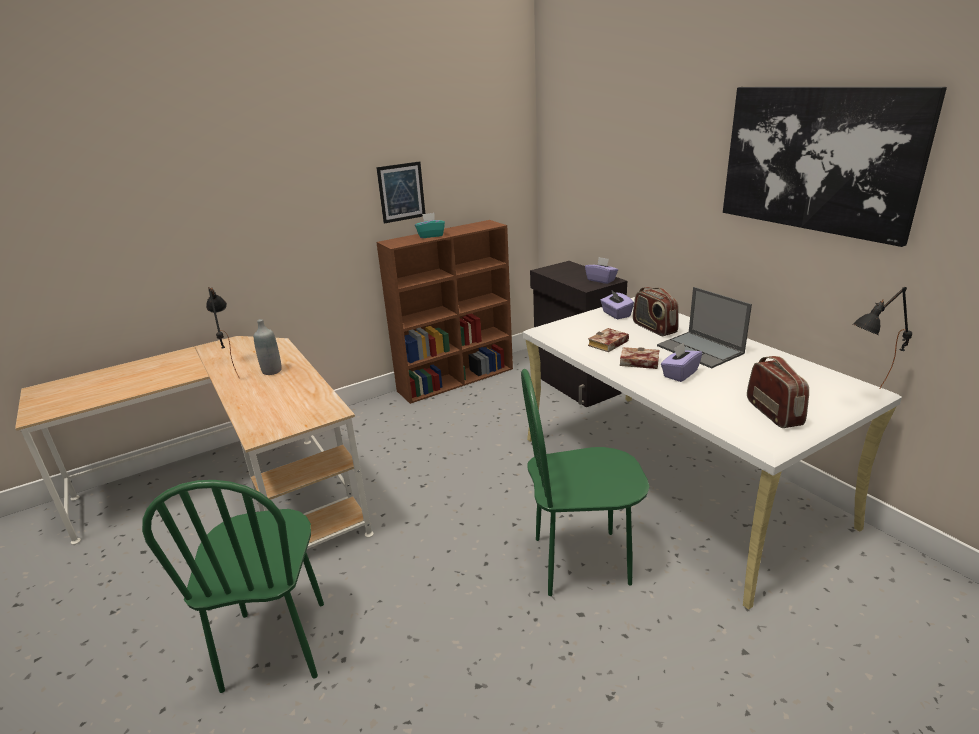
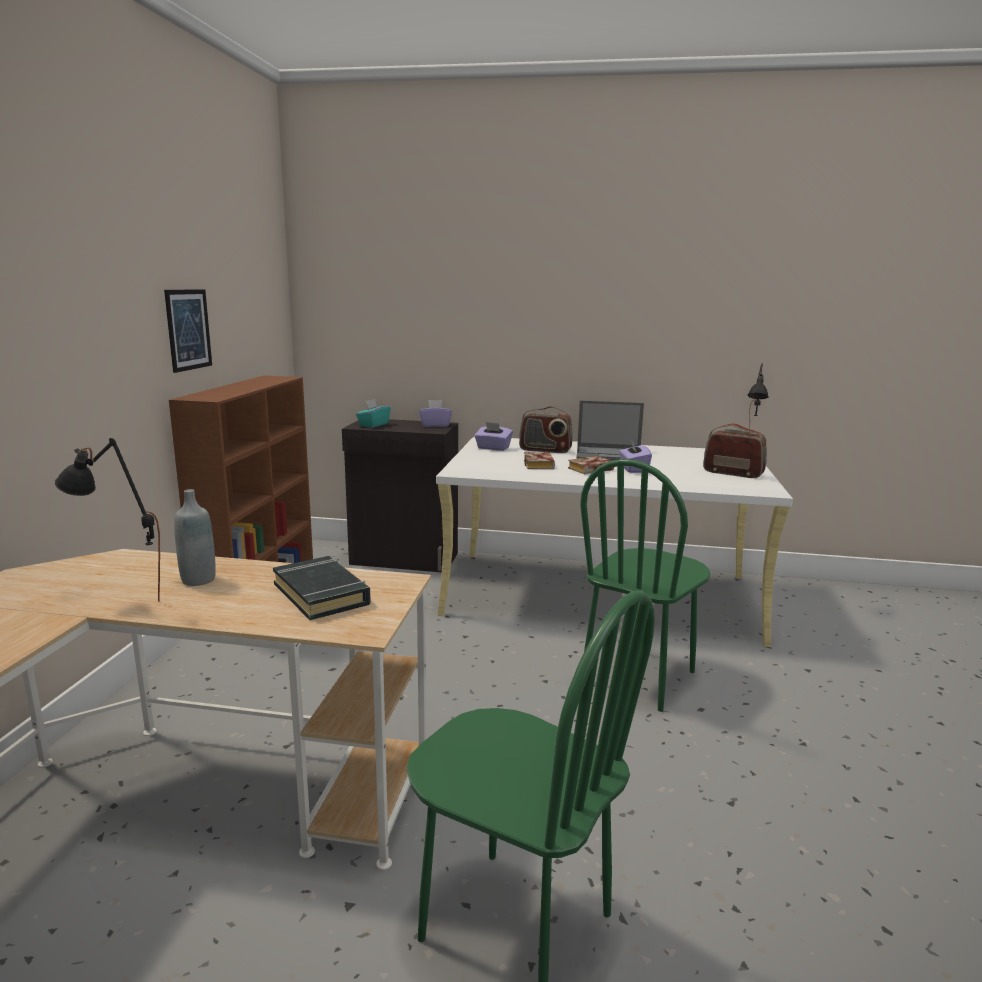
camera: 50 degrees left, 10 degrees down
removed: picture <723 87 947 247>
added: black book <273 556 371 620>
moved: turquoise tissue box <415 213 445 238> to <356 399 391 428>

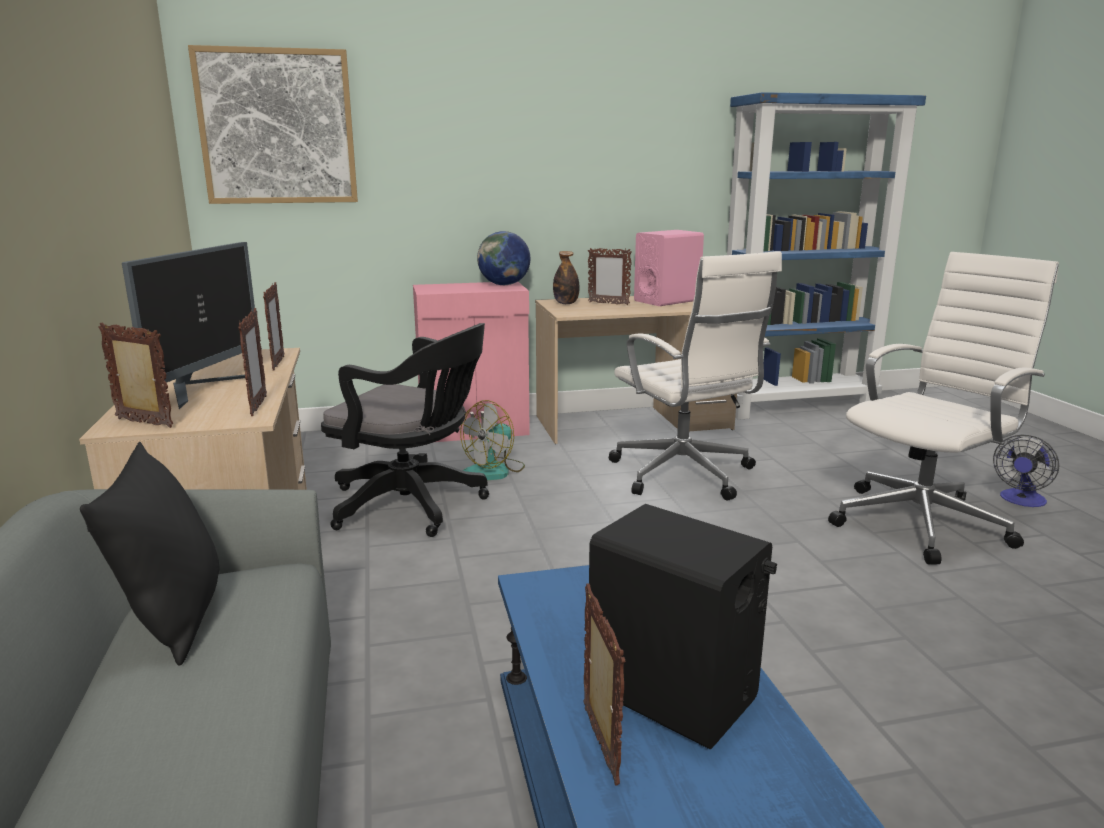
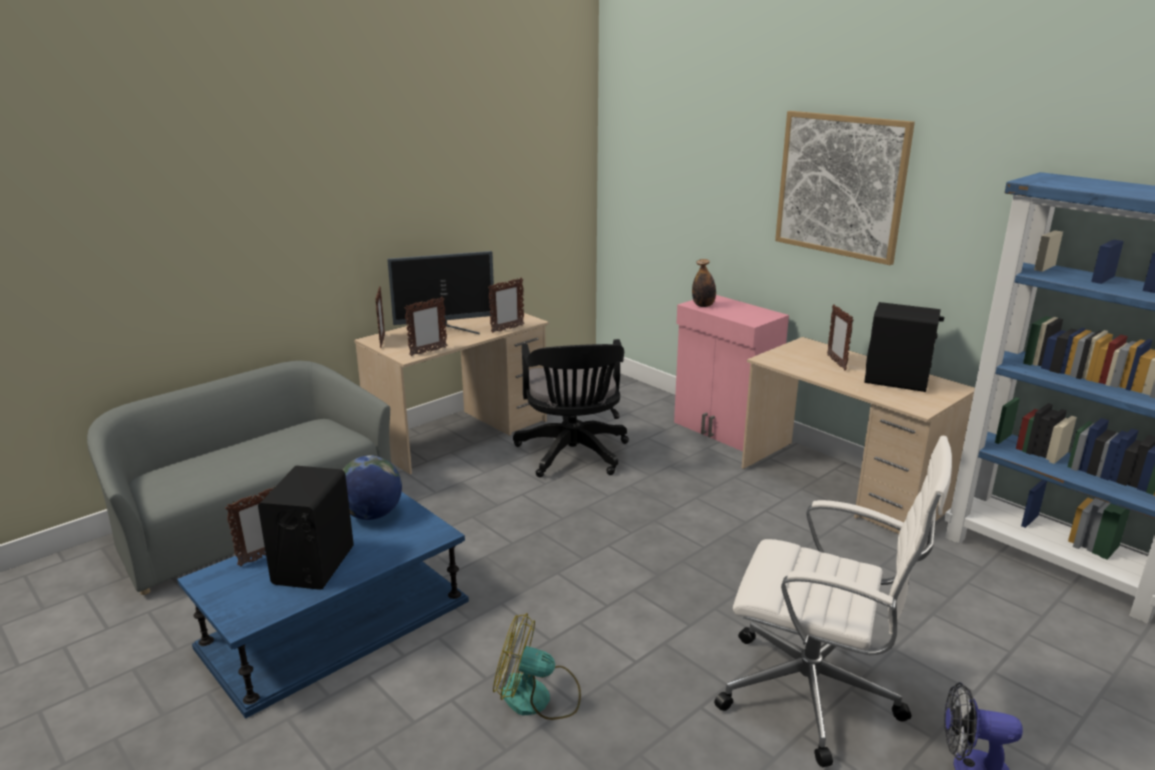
camera: 60 degrees right, 5 degrees up
removed: black pillow <80 442 219 666>; white office chair <609 251 782 501>
moved: globe <477 231 530 285> to <342 456 402 520>; fan <460 400 525 480> to <493 613 581 720>; bottle <553 251 580 304> to <692 259 716 307>; picture <188 45 358 204> to <775 111 915 265>
recoloured: pink speaker <634 230 704 306> to black speaker <864 302 944 392>

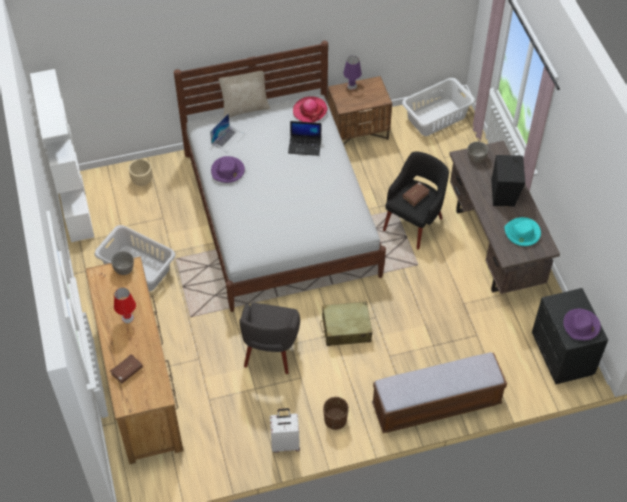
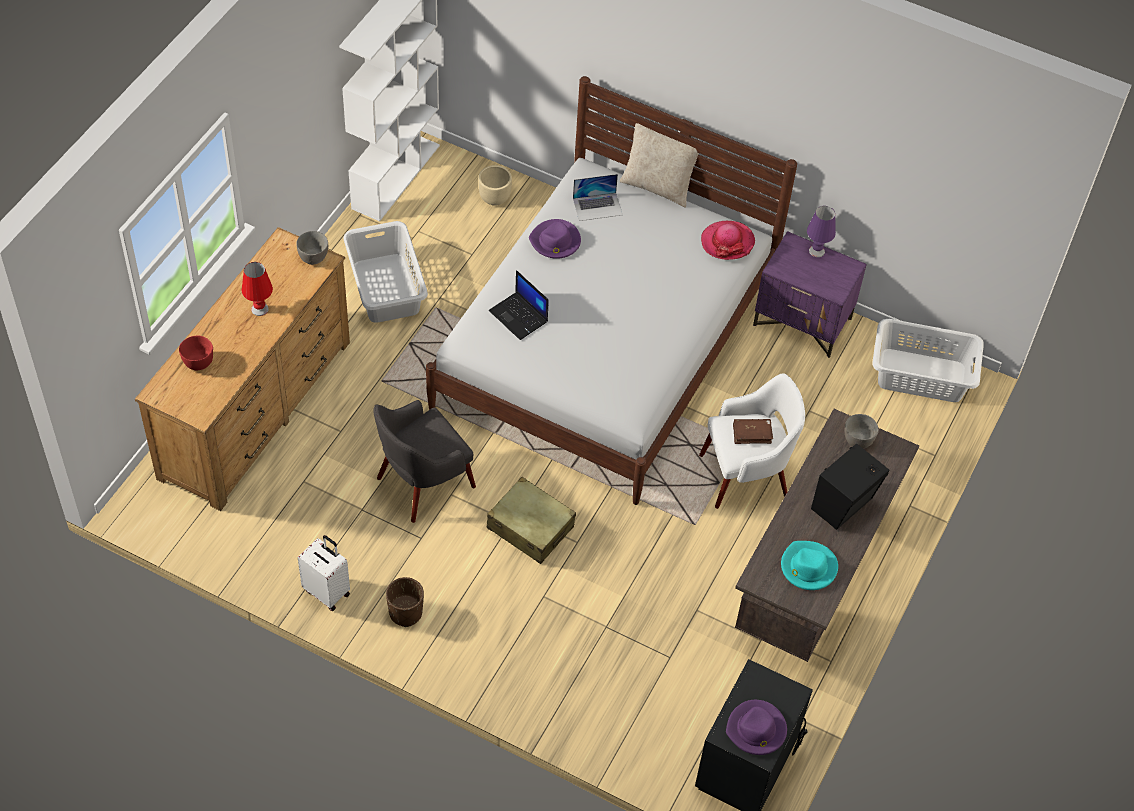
camera: 40 degrees right, 0 degrees up
removed: bench <372 352 507 433>
moved: laptop <288 121 321 156> to <489 270 549 340>
replaced: brown book <110 354 143 384> to red bowl <179 336 213 370>
recoloured: black armchair <383 151 449 250> to white armchair <699 373 805 509>; brown nightstand <328 76 392 145> to purple nightstand <753 231 867 358>

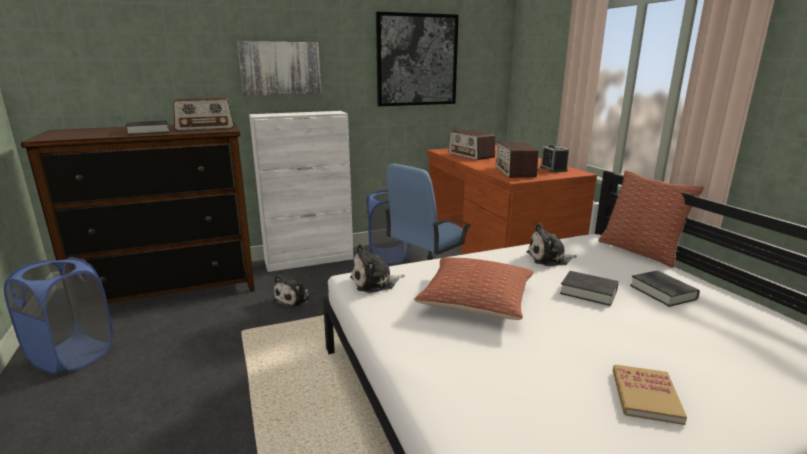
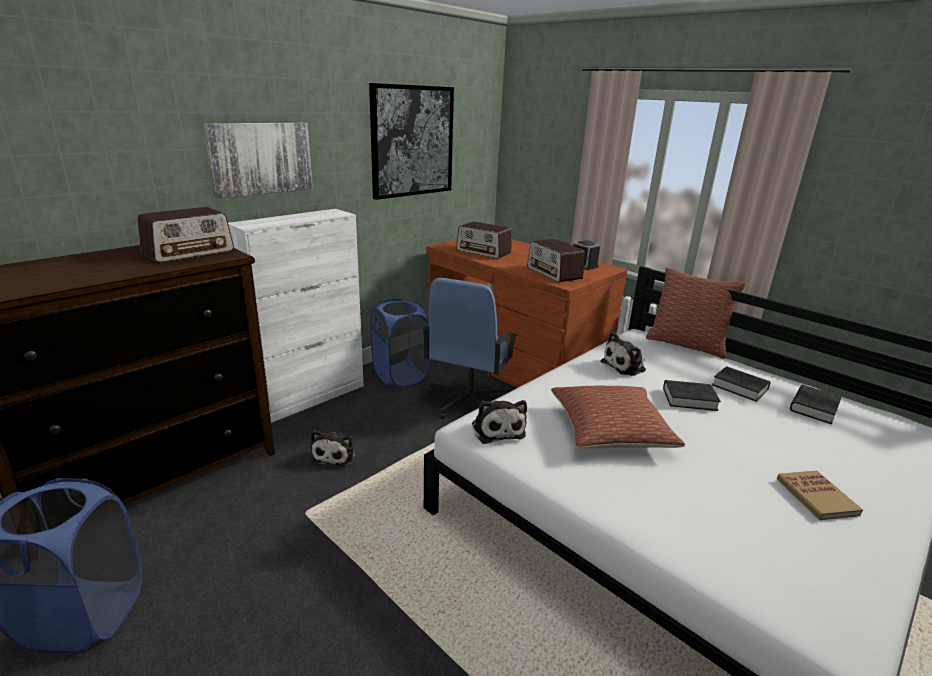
camera: 25 degrees left, 5 degrees up
moved: black book <126 120 169 135> to <790 385 842 424>
turned: plush toy <350 244 405 293> = <472 400 527 444> 60 degrees counterclockwise

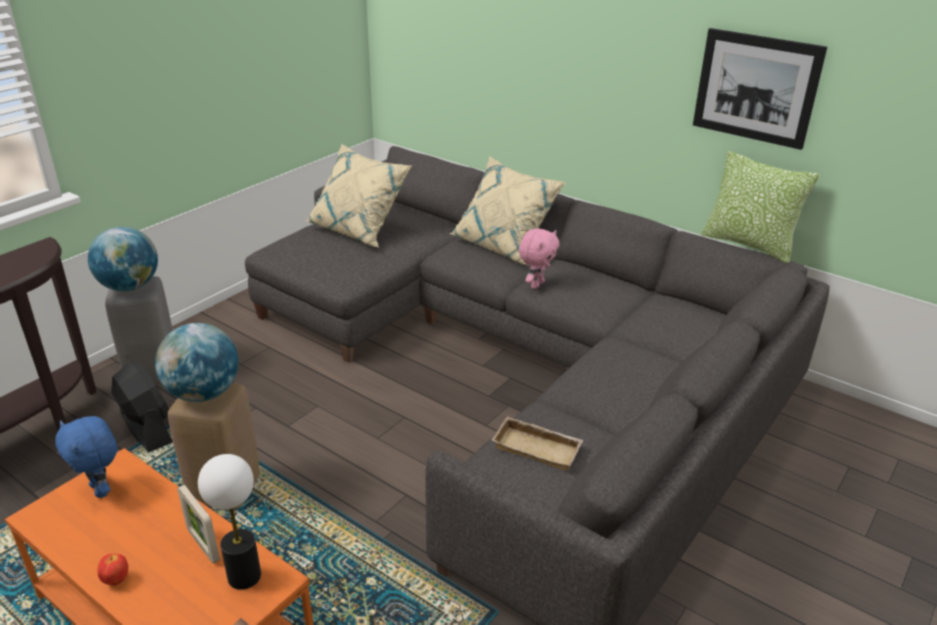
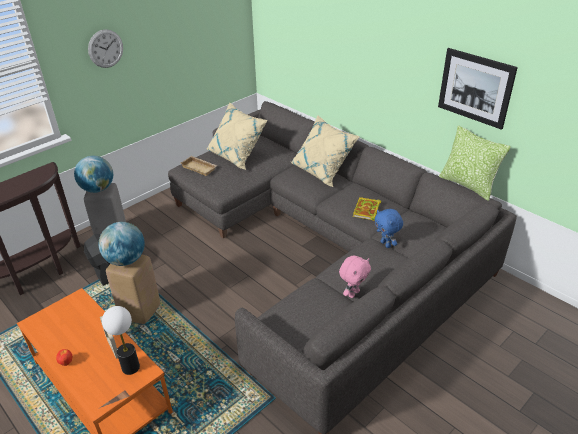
camera: 10 degrees right, 5 degrees up
added: wall clock <88 29 123 68>; book <353 197 381 221>
moved: beige tray <492 416 584 471> to <181 156 217 176>; pink plush toy <519 228 559 289> to <339 256 371 298>; blue plush toy <55 416 117 498> to <374 209 403 248>

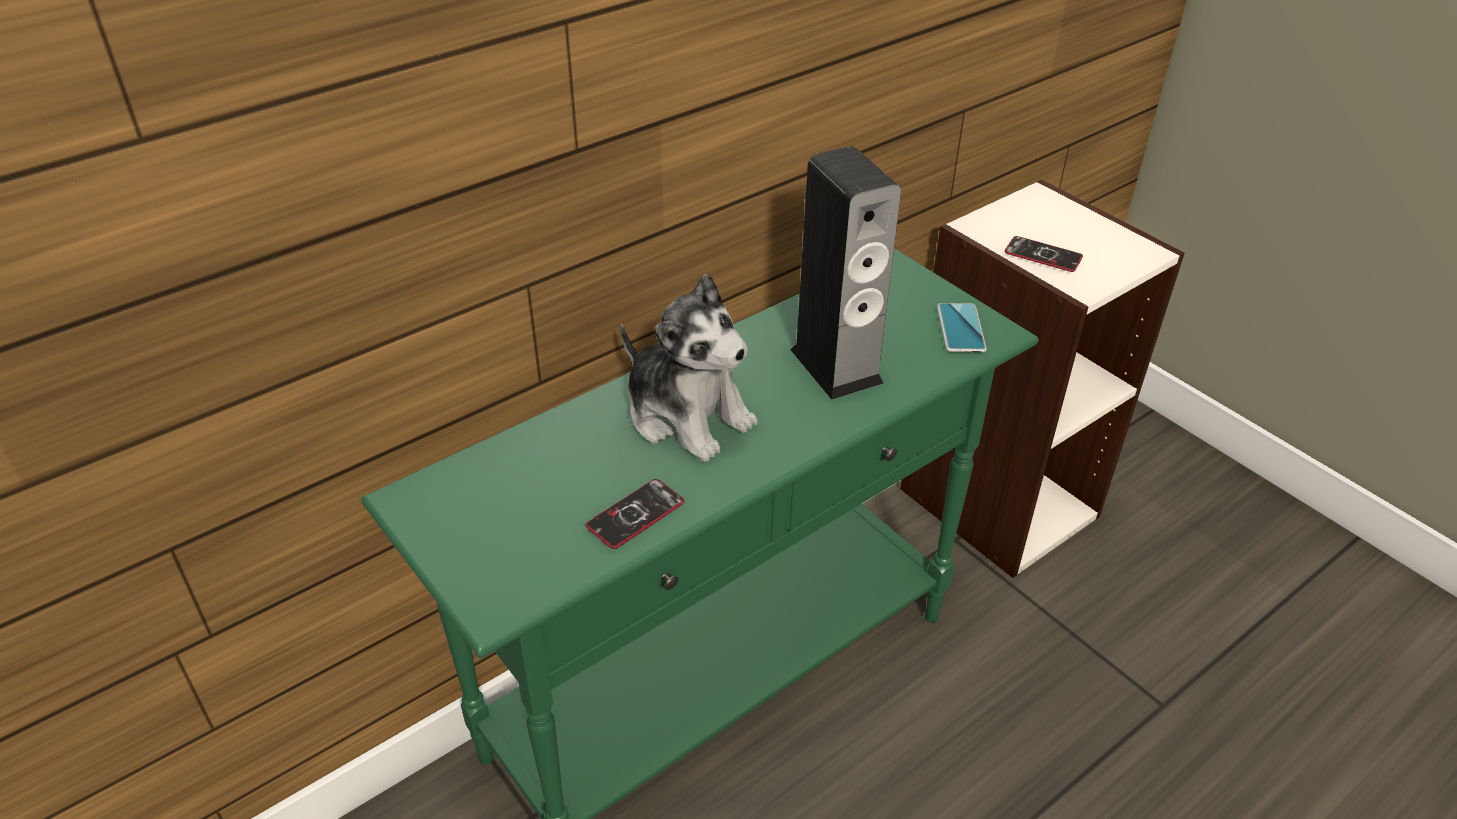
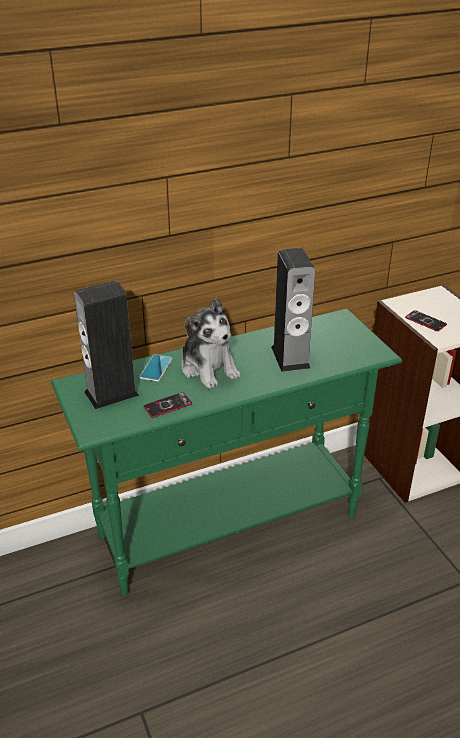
camera: 15 degrees right, 5 degrees down
added: speaker <74 281 139 409>
moved: phone <937 303 987 353> to <139 354 172 382>

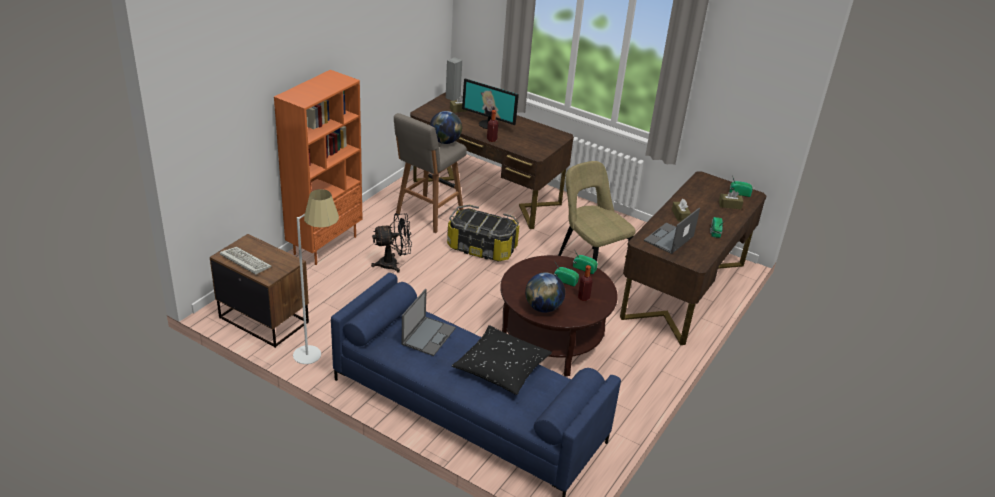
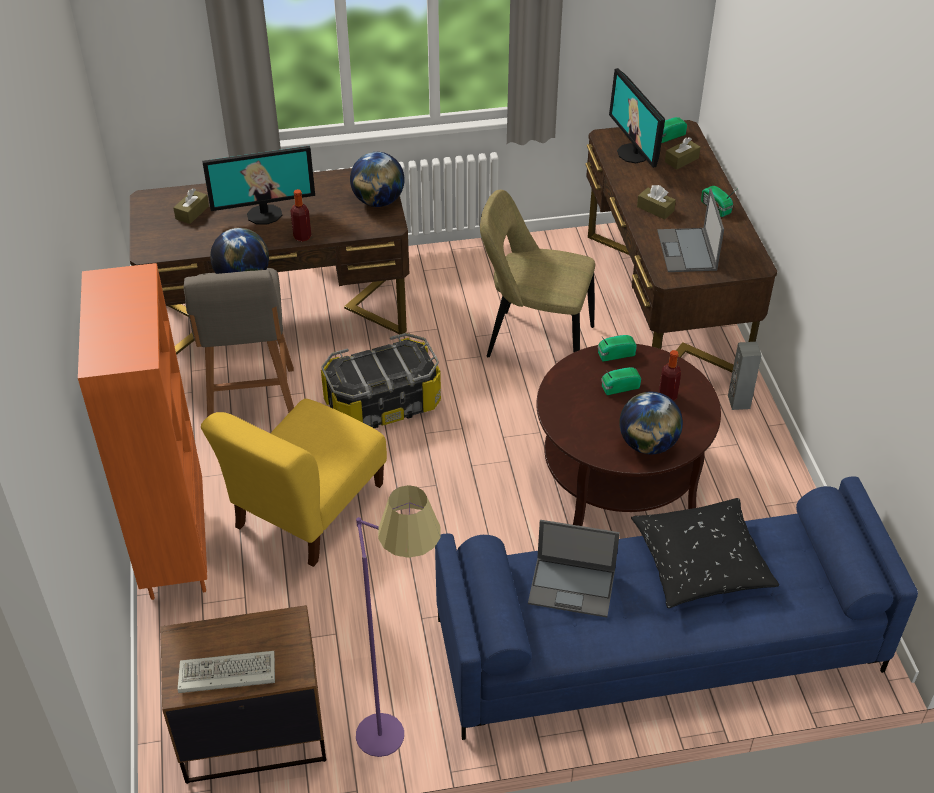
camera: 40 degrees left, 10 degrees up
added: globe <350 152 405 207>; monitor <609 68 665 168>
moved: grey speaker <446 57 462 101> to <728 342 762 410>
replaced: black fan <371 213 412 273> to yellow chair <201 399 387 567>
recoloured: white floor lamp <293 189 339 364> to purple floor lamp <356 485 441 757>
turned: laptop <402 289 456 356> = <528 520 620 617> 120 degrees clockwise

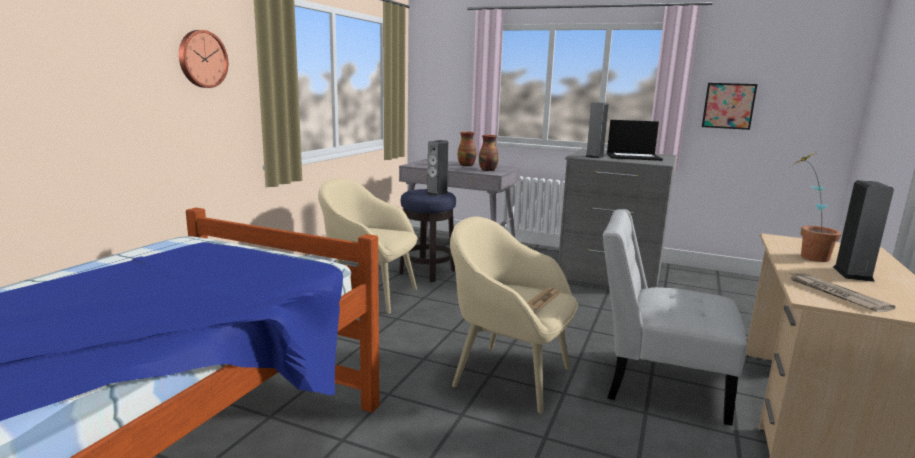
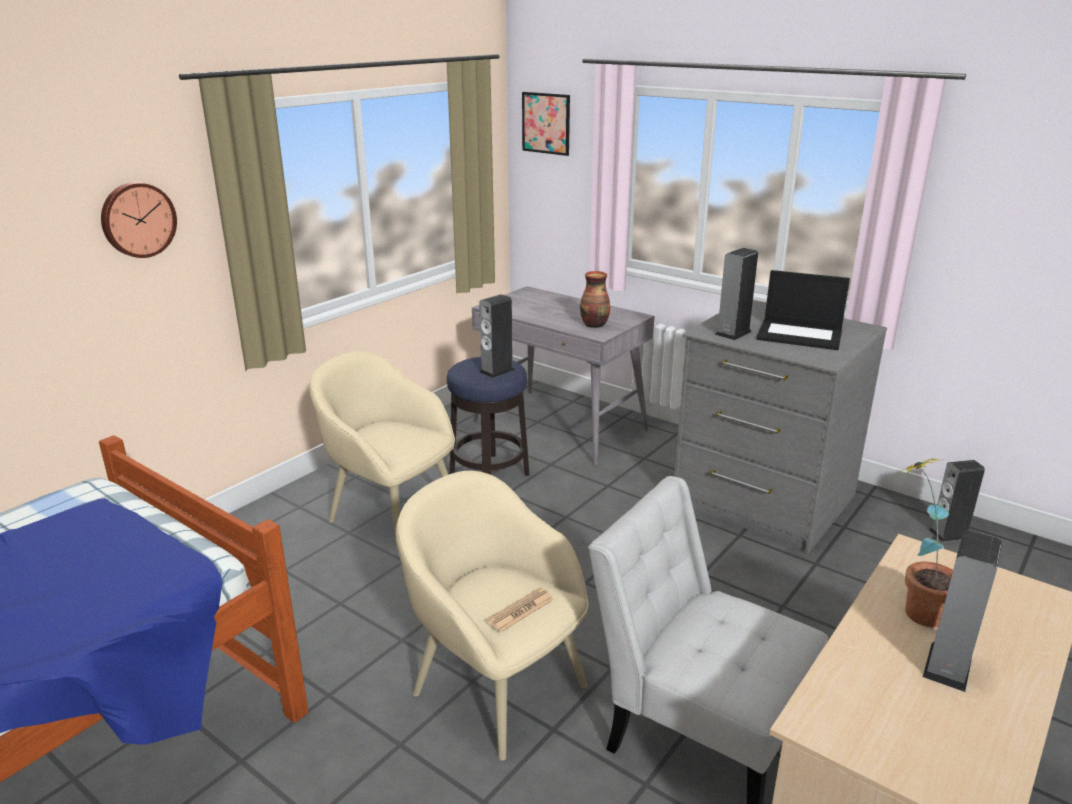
camera: 15 degrees right, 10 degrees up
removed: vase <458 132 476 167>; newspaper <788 272 895 312>
added: speaker <929 460 985 542>
moved: picture <702 83 758 130> to <522 92 570 156>

